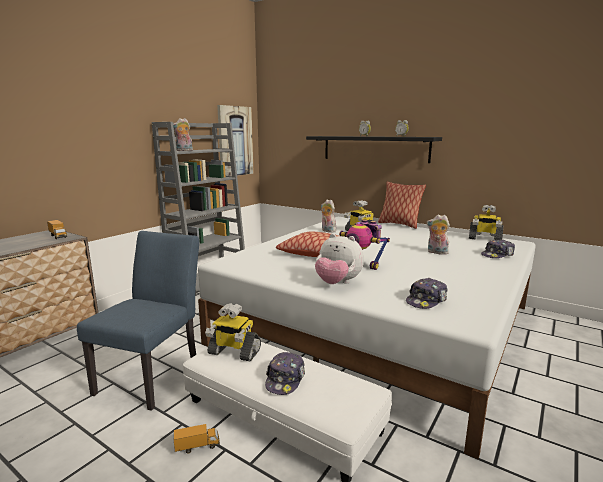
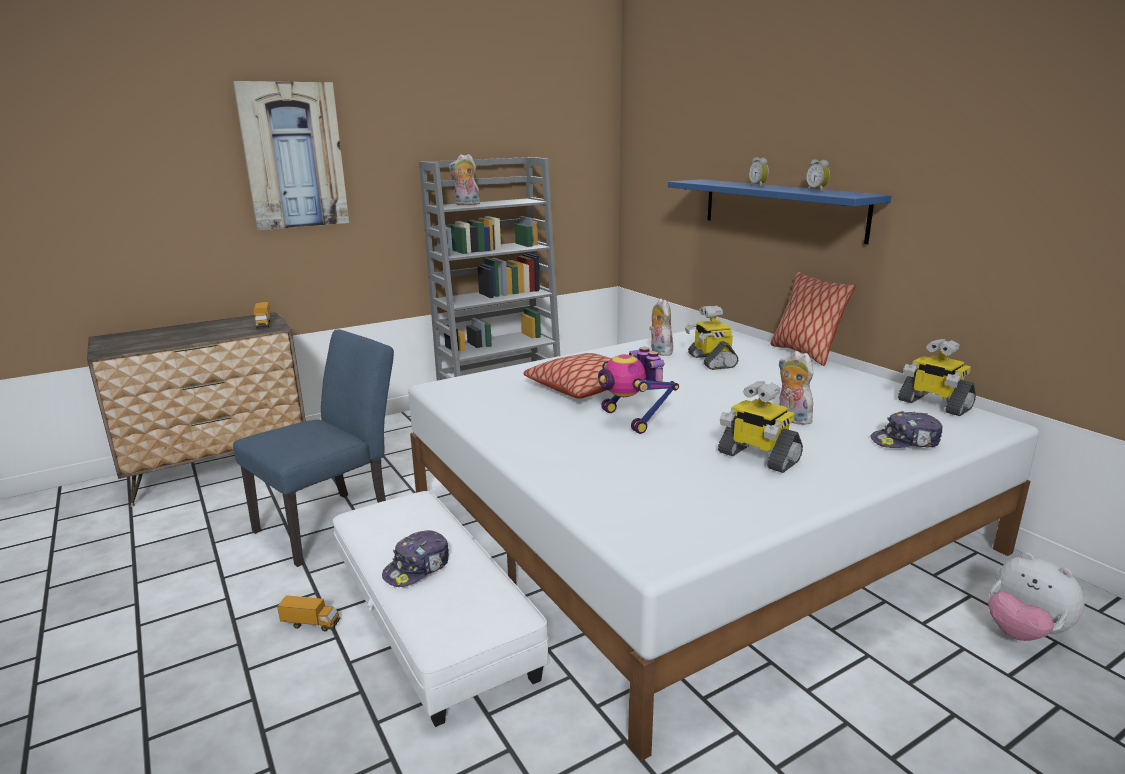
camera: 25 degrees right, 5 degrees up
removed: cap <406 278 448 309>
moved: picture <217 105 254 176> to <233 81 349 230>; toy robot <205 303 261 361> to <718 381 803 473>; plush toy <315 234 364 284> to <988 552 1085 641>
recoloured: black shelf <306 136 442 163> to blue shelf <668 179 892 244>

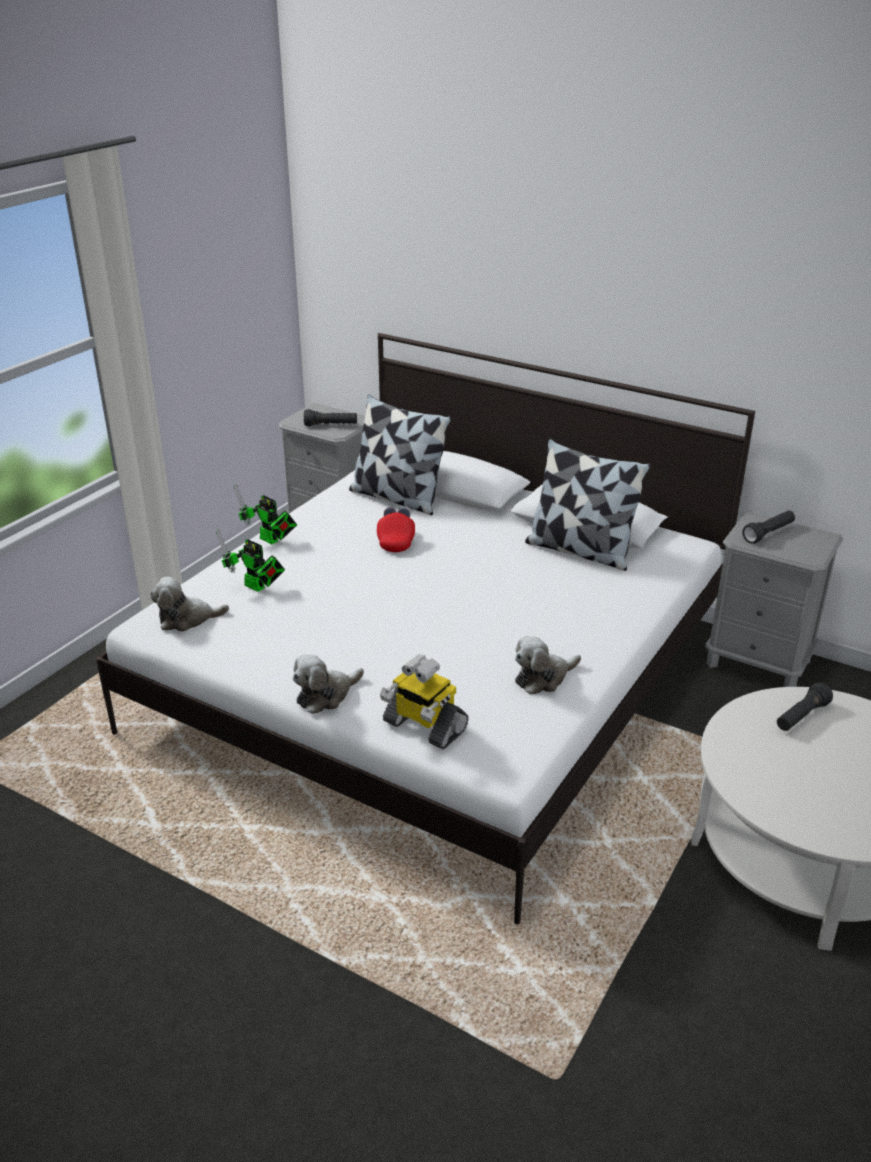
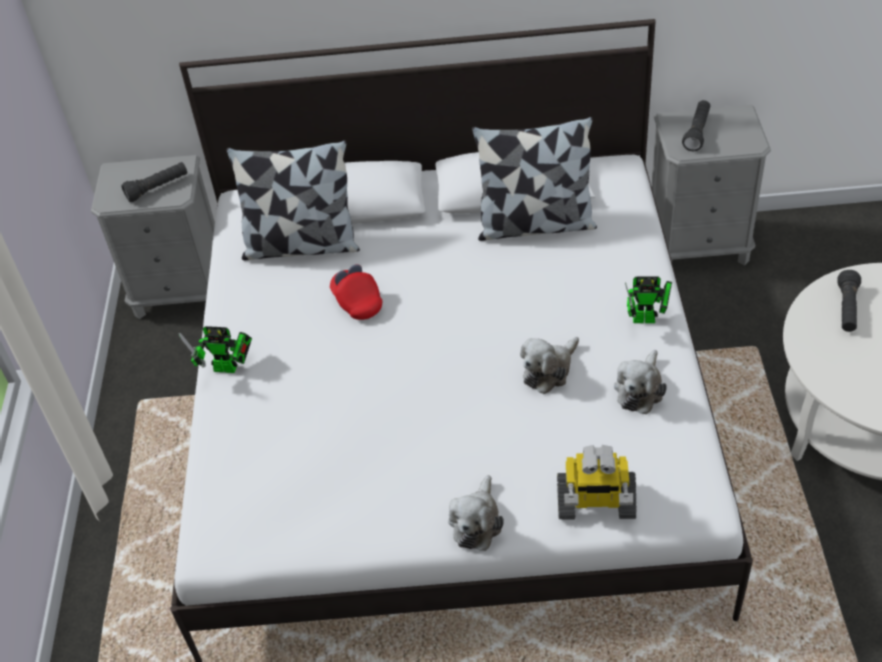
camera: 30 degrees left, 15 degrees up
moved: plush toy <150 577 229 632> to <520 337 579 394>; toy robot <216 528 285 592> to <625 276 672 323>

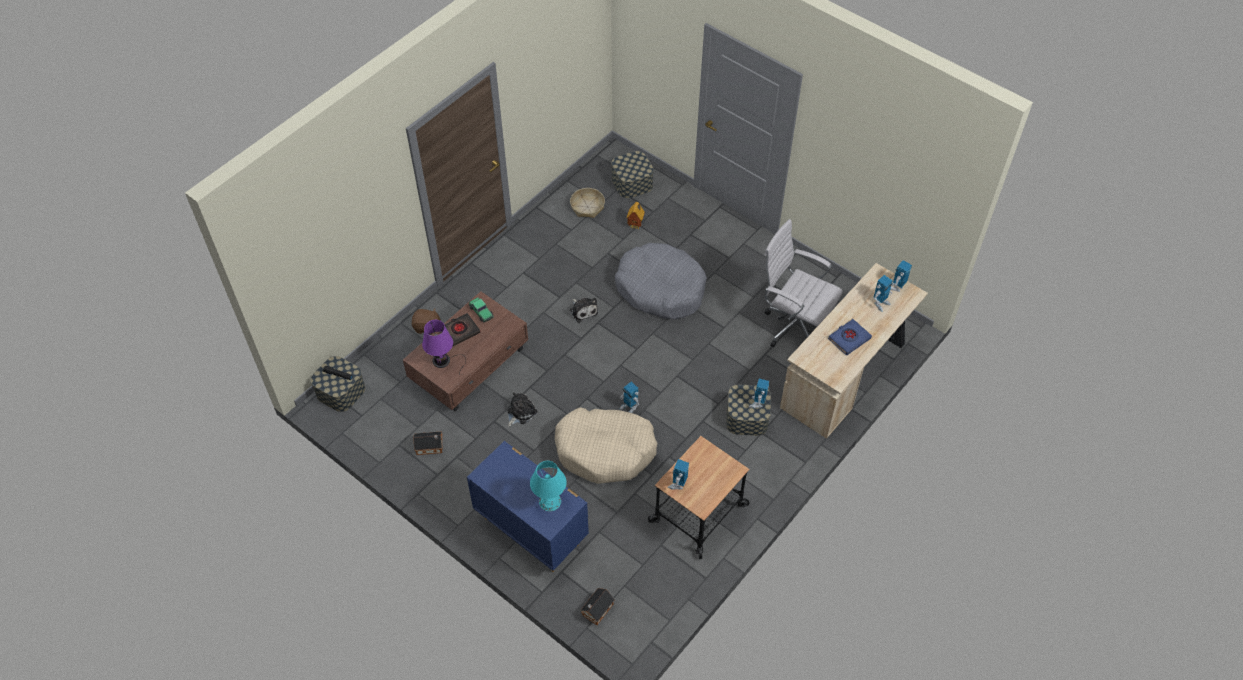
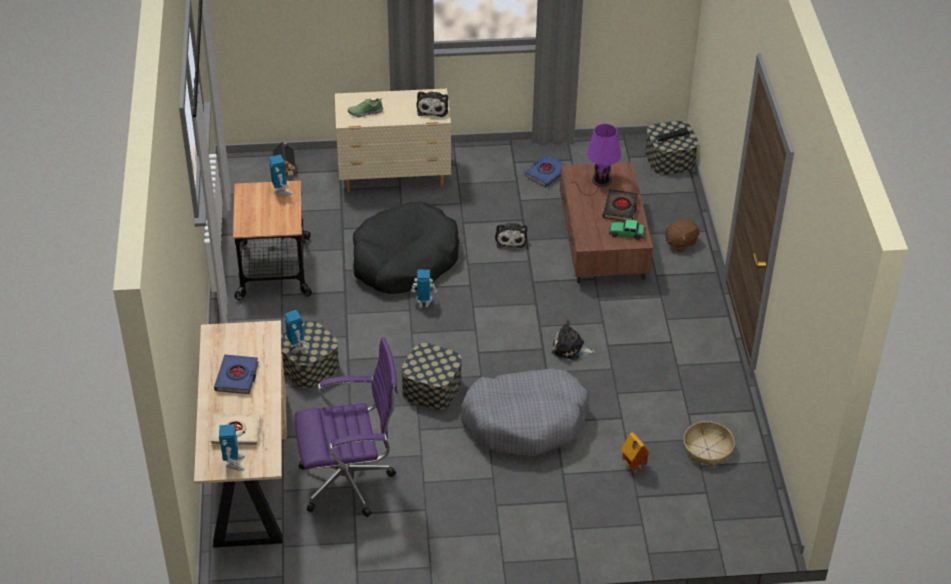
camera: 135 degrees right, 10 degrees down
added: plush toy <416 91 448 117>
moved: storage box <611 151 654 198> to <401 343 462 410>
replaced: toy robot <874 275 893 312> to beige book <210 414 261 446>; turquoise table lamp <530 461 567 511> to shoe <348 98 383 117>; toy house <413 431 442 455> to blue book <524 154 566 188>
recoloured: white office chair <764 219 843 347> to purple office chair <295 337 398 517>; blue dresser <467 441 589 572> to beige dresser <335 89 451 192>; beige dog bed <555 407 658 484> to black dog bed <353 202 459 294>

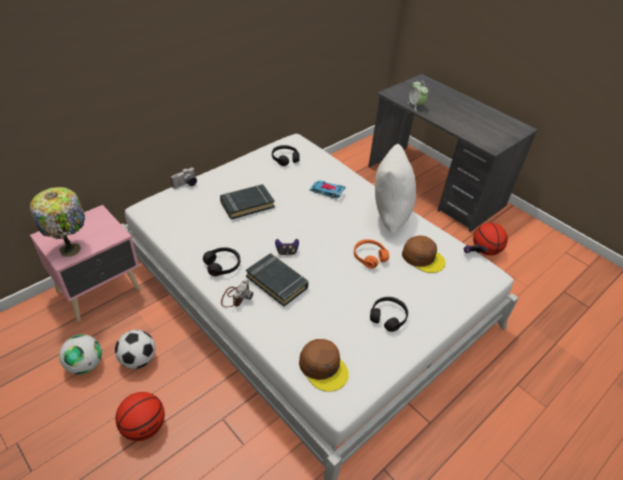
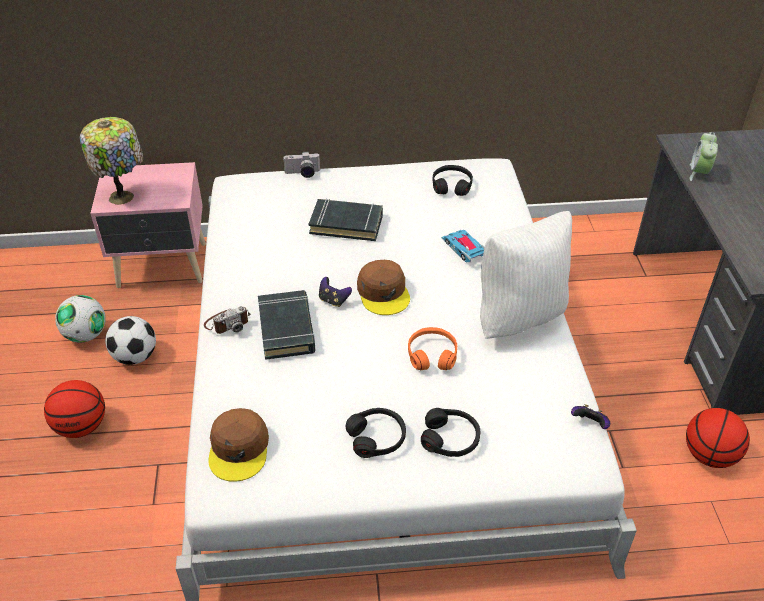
camera: 40 degrees right, 0 degrees up
moved: brown cap <402 236 446 273> to <357 260 410 315>; black headphones <203 247 240 276> to <421 408 480 457>

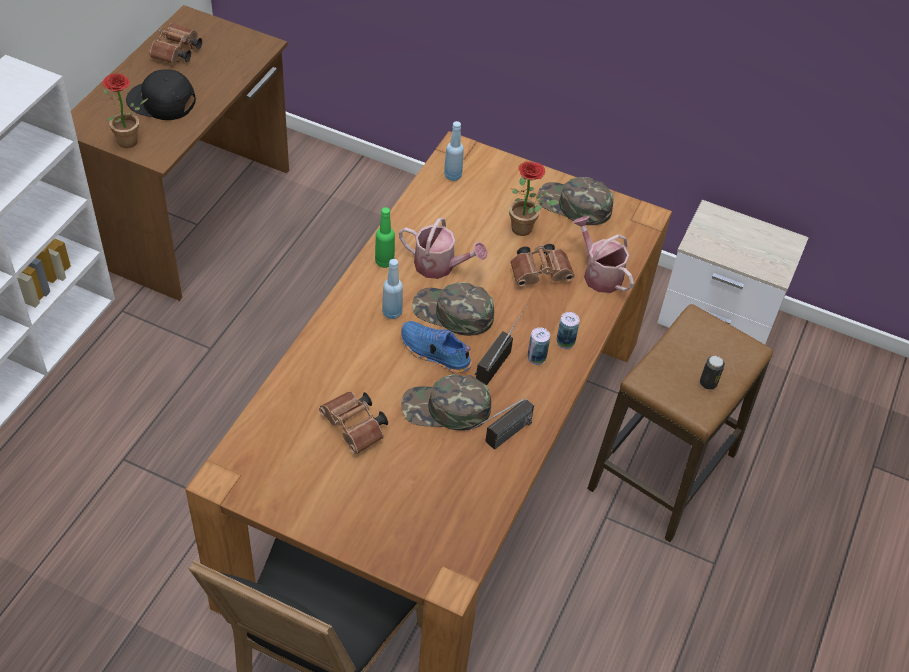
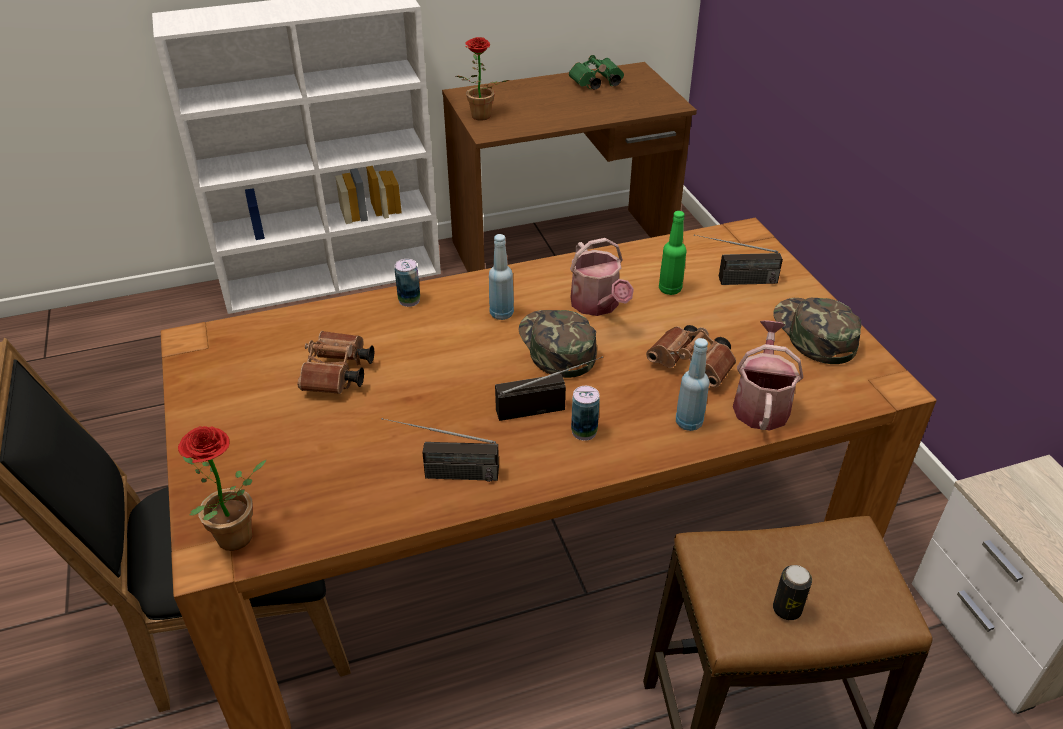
camera: 50 degrees right, 10 degrees down
removed: black cap <126 69 196 120>; blue shoe <401 321 472 373>; green cap <401 374 491 431>
added: radio <694 234 783 285>
moved: potted plant <509 161 559 236> to <178 426 267 551>; can <557 312 580 349> to <395 259 420 307>; green bottle <375 207 395 268> to <659 211 687 295>; blue bottle <444 121 464 181> to <676 338 710 431>
recoloured: brown binoculars <149 23 202 64> to green binoculars <569 55 624 90>

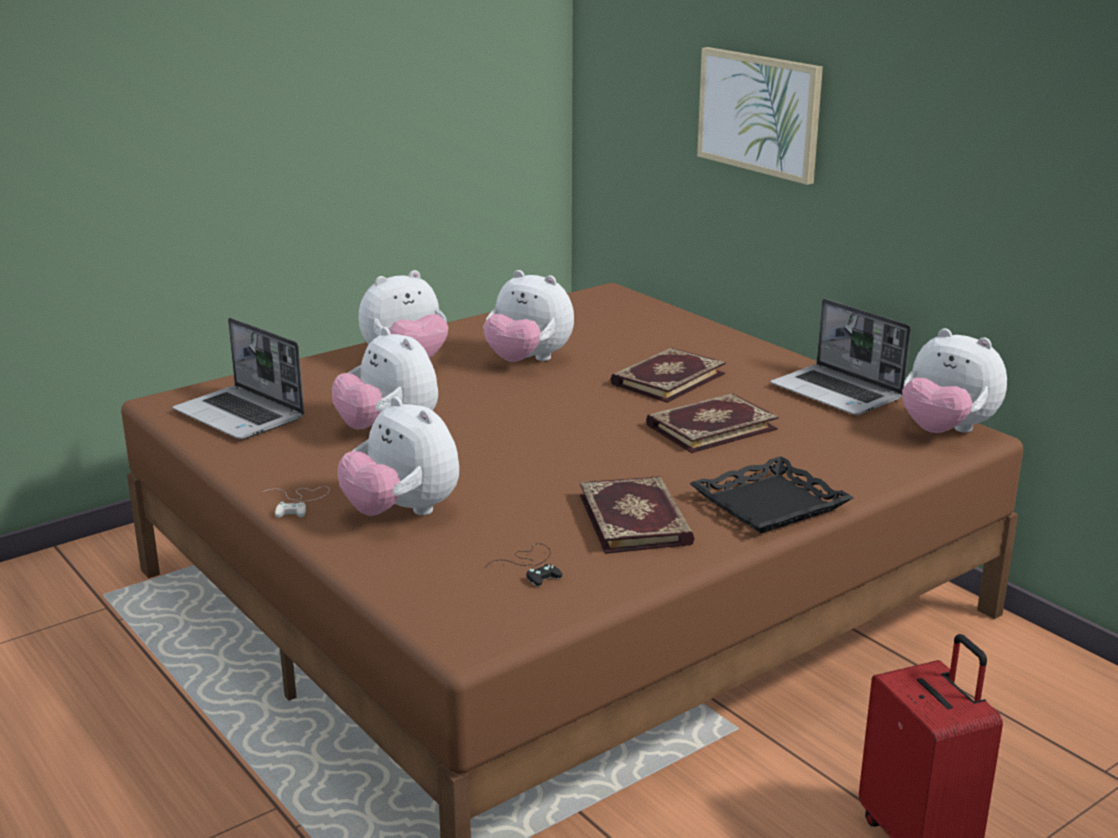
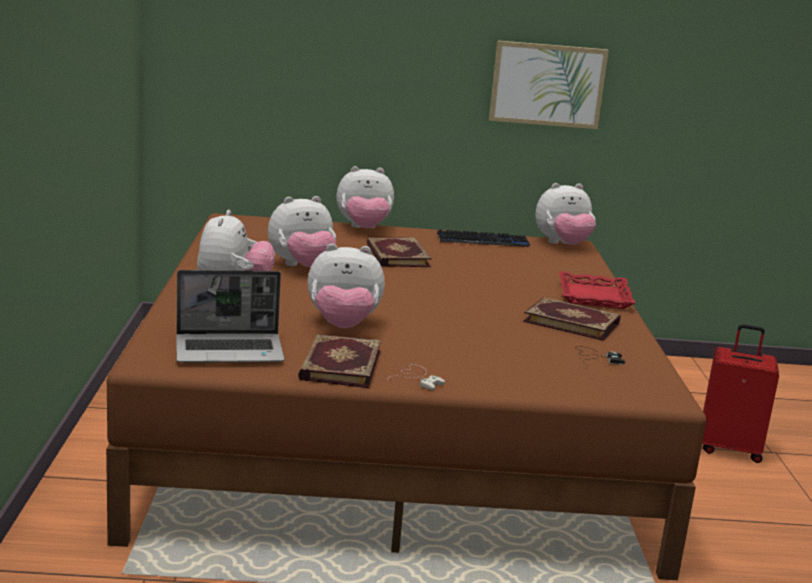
camera: 55 degrees left, 5 degrees down
moved: book <646 393 778 453> to <298 334 381 388>; plush toy <338 396 459 516> to <337 166 394 228>; picture <697 47 823 185> to <489 40 609 129>
replaced: laptop <770 299 911 415> to keyboard <437 230 530 247>
recoloured: black tray <689 456 854 533> to red tray <559 271 635 309>

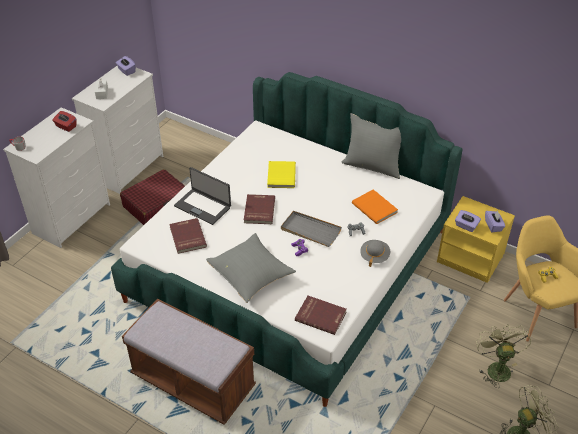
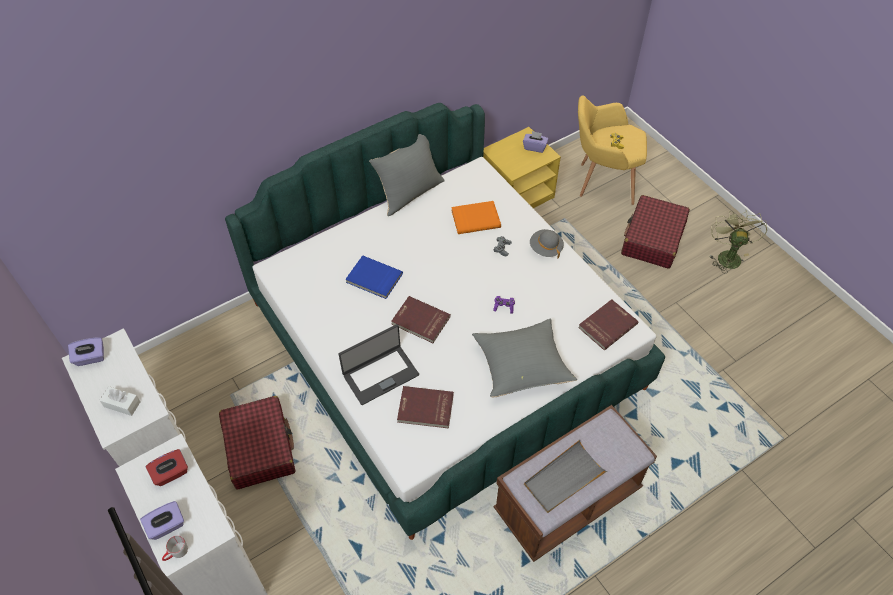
camera: 65 degrees left, 10 degrees up
moved: purple tissue box <455 210 481 232> to <140 501 184 540>; grey tray <281 211 342 247> to <524 440 607 513>
replaced: green fan <476 324 532 388> to red suitcase <621 195 690 269>
recoloured: yellow book <267 161 296 188> to blue book <345 255 403 299>

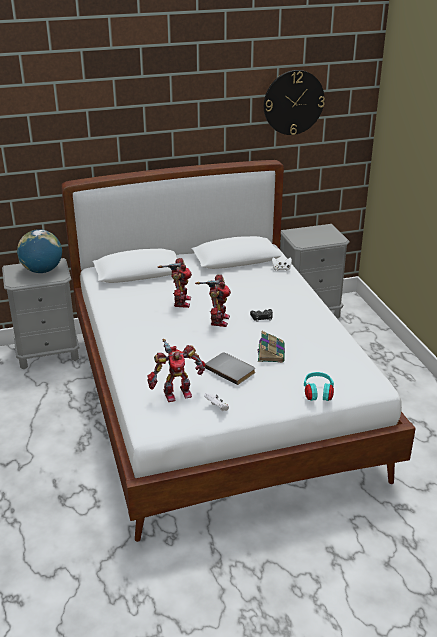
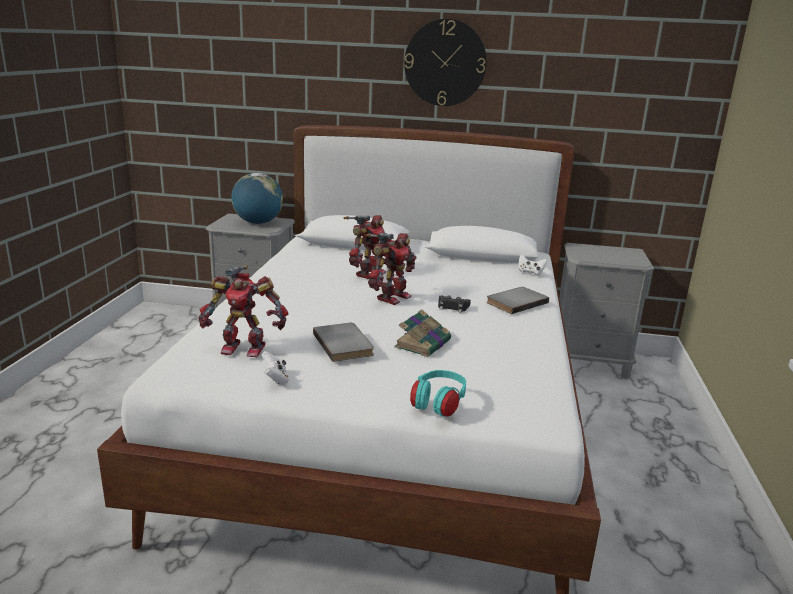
camera: 25 degrees right, 10 degrees down
added: grey book <486 287 549 314>
moved: wall clock <264 70 325 135> to <404 19 487 106>

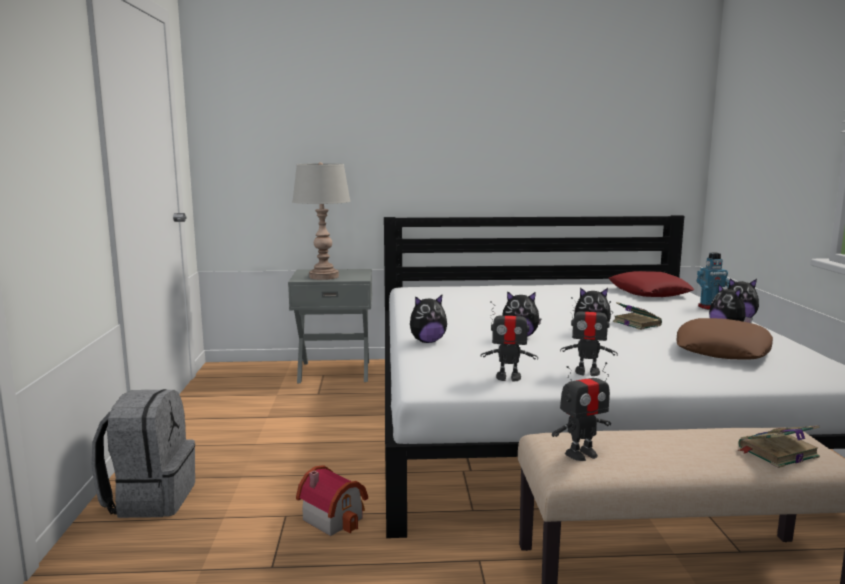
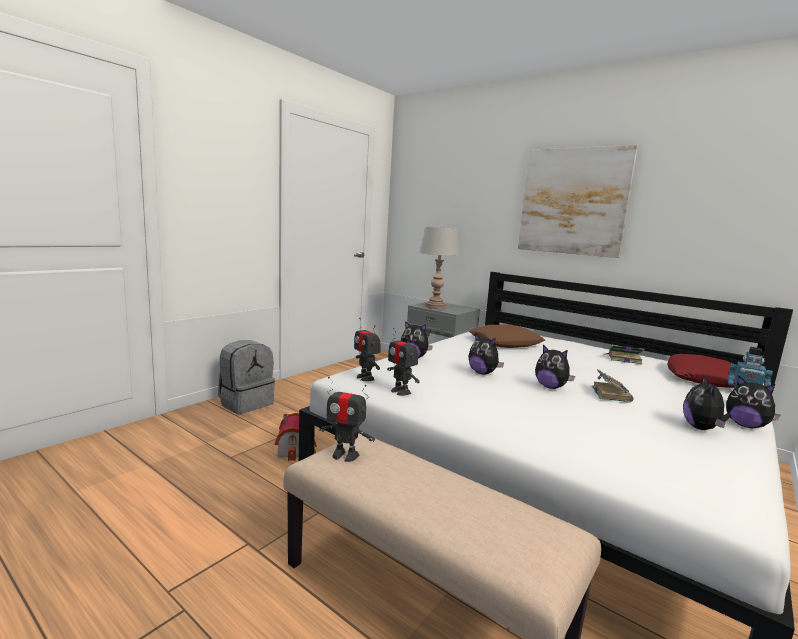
camera: 40 degrees right, 0 degrees up
added: picture <518 145 638 258>
moved: toy robot <560 297 618 376> to <354 318 381 381>; brown pillow <677 318 773 360> to <469 325 545 348>; book <737 425 820 468> to <604 345 644 364>

